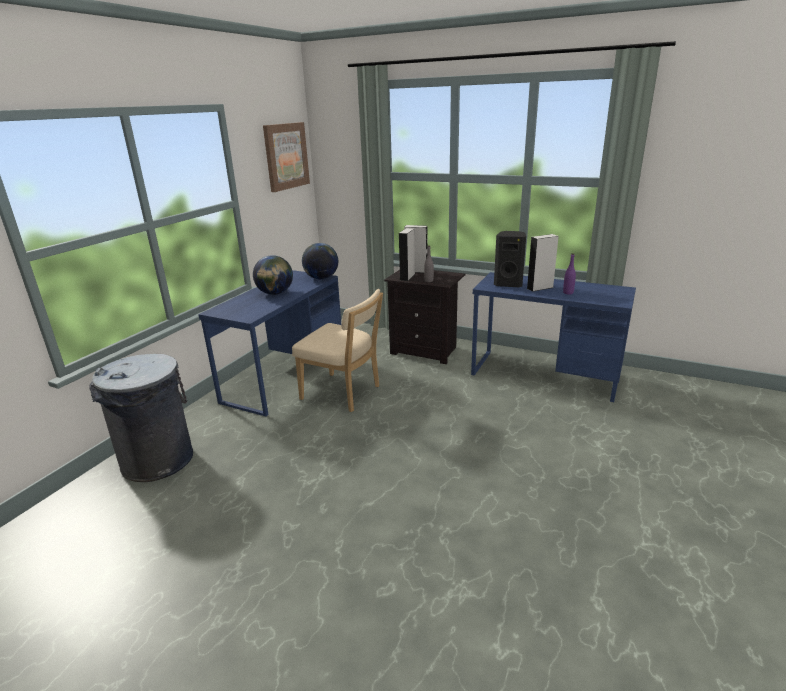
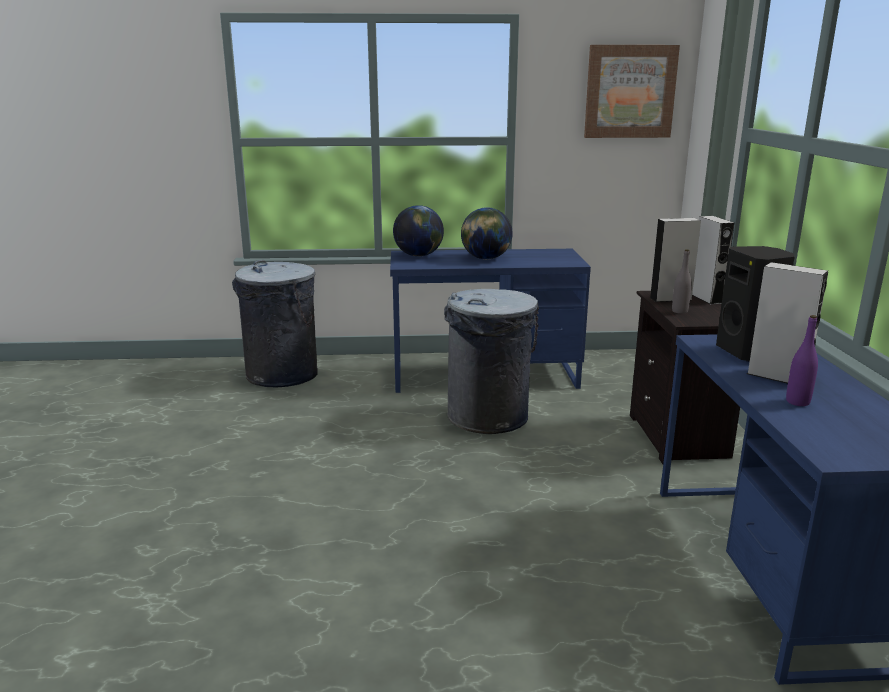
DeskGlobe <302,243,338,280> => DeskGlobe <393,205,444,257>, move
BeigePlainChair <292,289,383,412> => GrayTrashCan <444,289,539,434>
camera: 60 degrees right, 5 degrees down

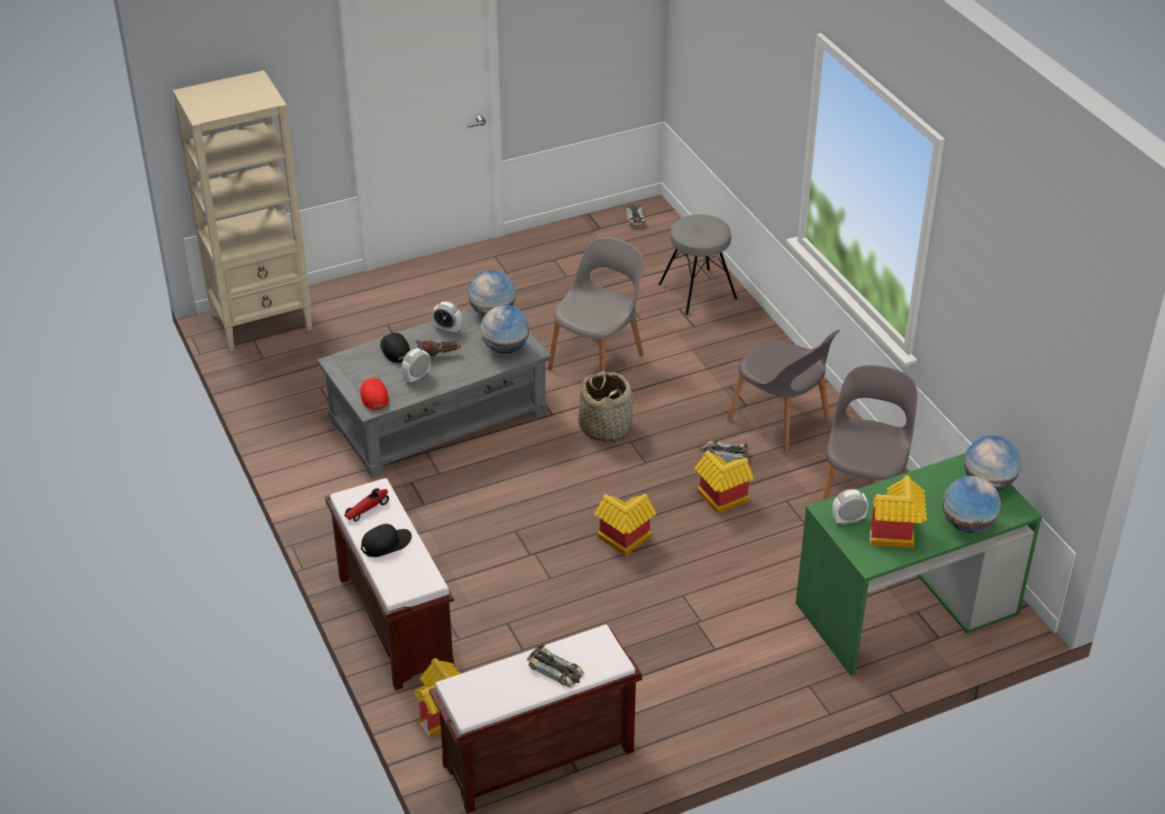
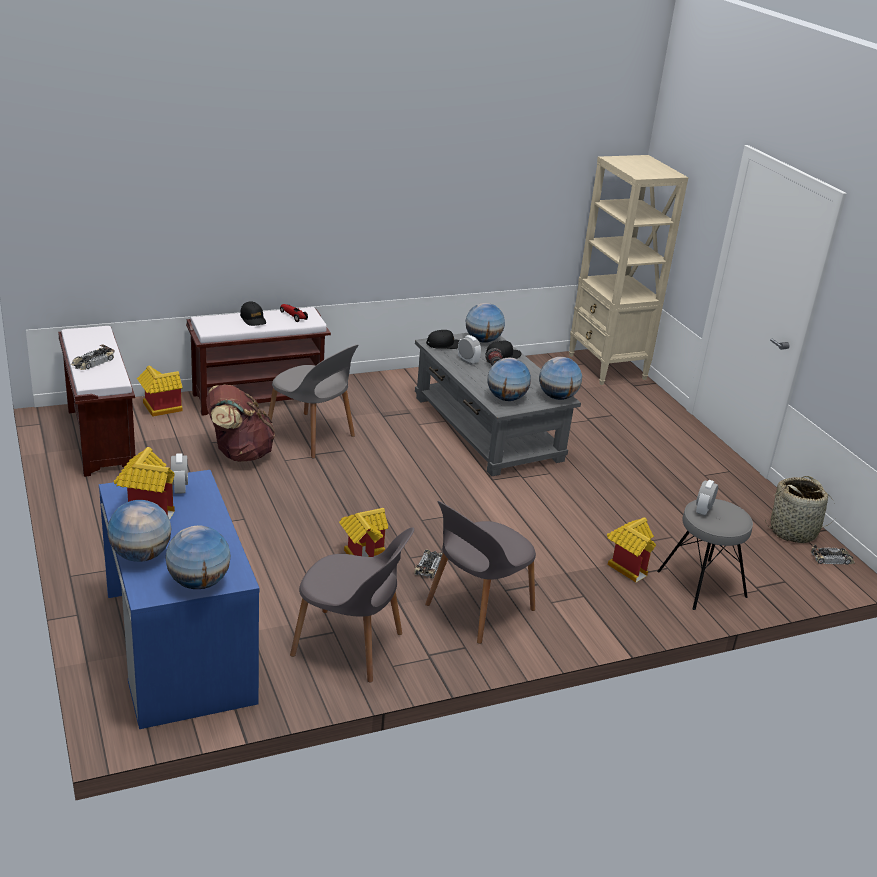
GreenishDeskUnit <796,453,1042,676> => BlueDeskUnit <99,470,260,729>
nothing => BrownColouredBackpack <206,385,275,462>
GrayPlainChair <547,237,644,371> => GrayPlainChair <268,344,359,458>, move
RedBaseballCap <360,378,389,410> => BlackishBaseballCap <426,330,459,349>
nothing => DeskGlobe <466,303,505,343>
ToyHouse <594,494,657,556> => ToyHouse <607,517,656,583>, move
AlarmClock <432,301,462,334> => AlarmClock <696,480,718,516>, move
HouseholdBasket <578,371,633,443> => HouseholdBasket <765,476,836,543>, move
camera: 90 degrees right, 10 degrees down

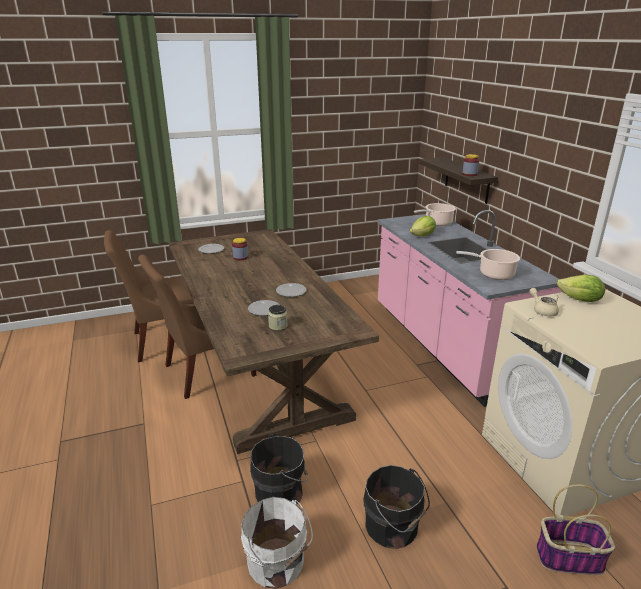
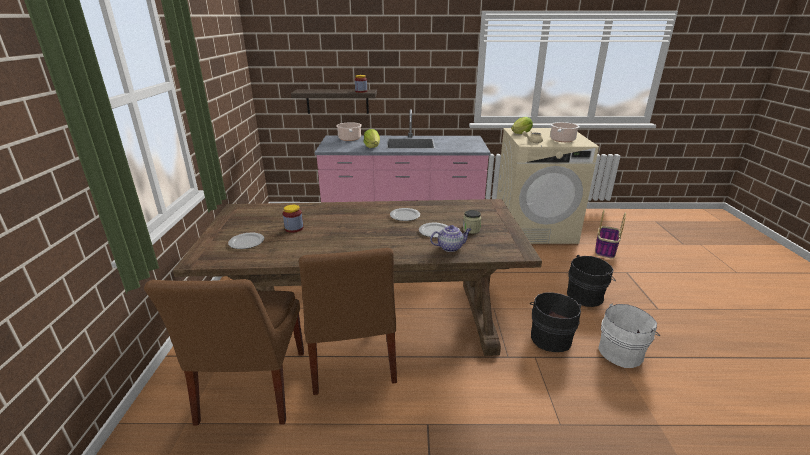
nothing => Teapot <430,225,472,252>
Saucepot <456,249,520,280> => Saucepot <550,122,580,142>, move
camera: 70 degrees left, 0 degrees up

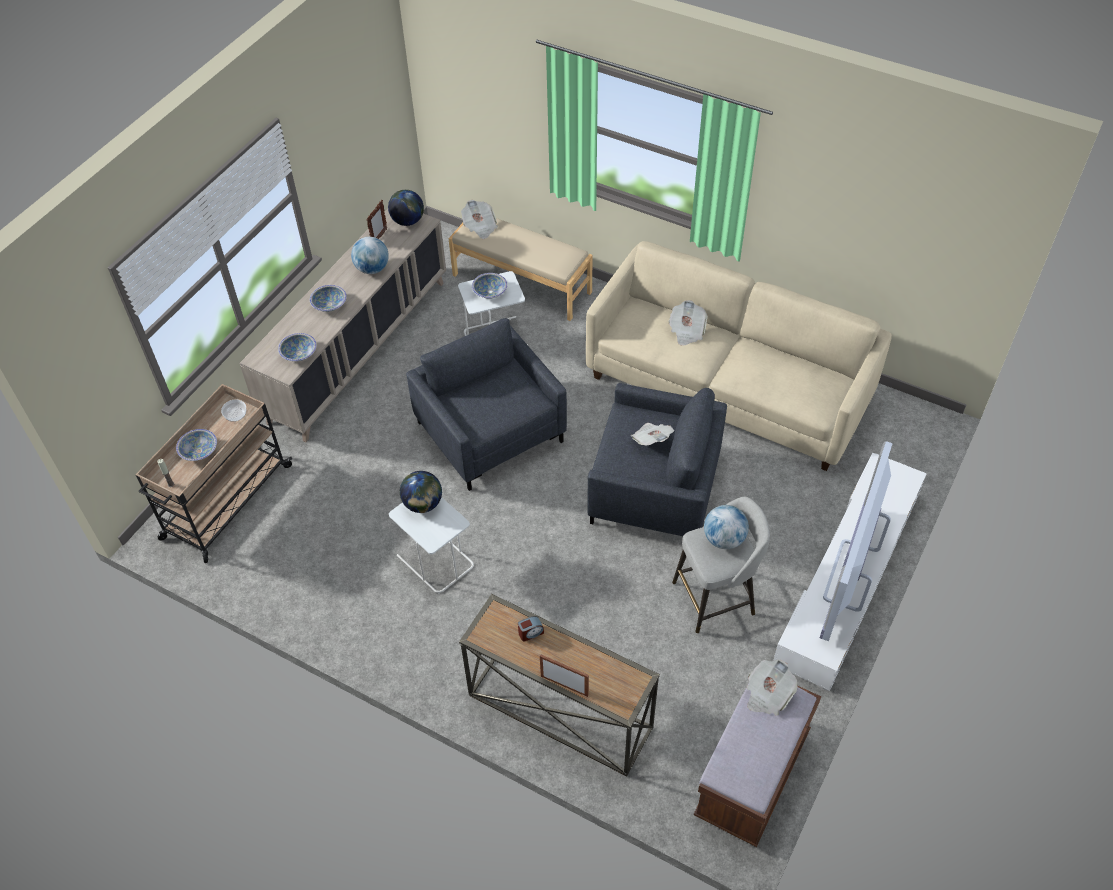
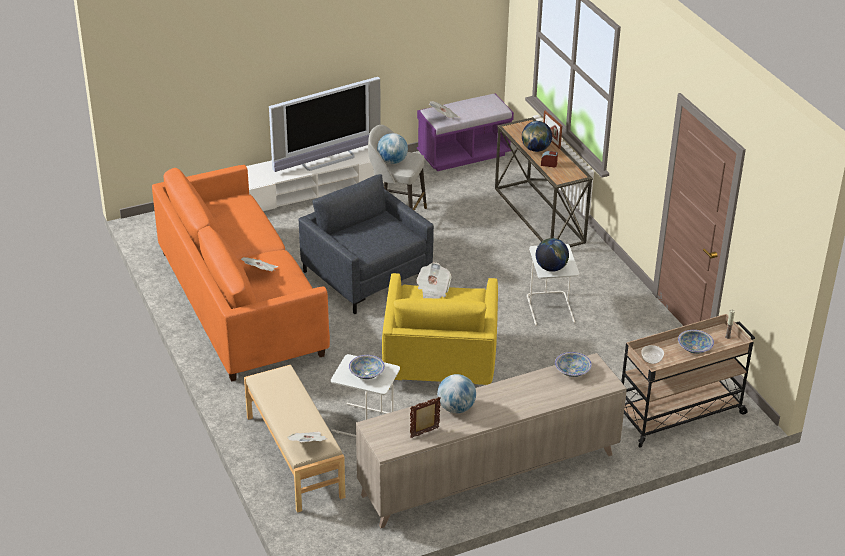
BeigeSofa <586,241,892,471> => OrangeColouredSofa <152,165,330,382>
GrayArmchair <406,318,567,491> => YellowColouredArmchair <382,273,498,385>
Newspaper <631,423,674,445> => Newspaper <416,263,452,299>, move
BrownColouredIndoorBench <694,683,821,847> => PurplishIndoorBench <417,94,514,171>
DeskGlobe <388,190,424,226> => DeskGlobe <522,121,552,152>, move
ServingBowl <310,285,347,312> => nothing
camera: 145 degrees left, 15 degrees down

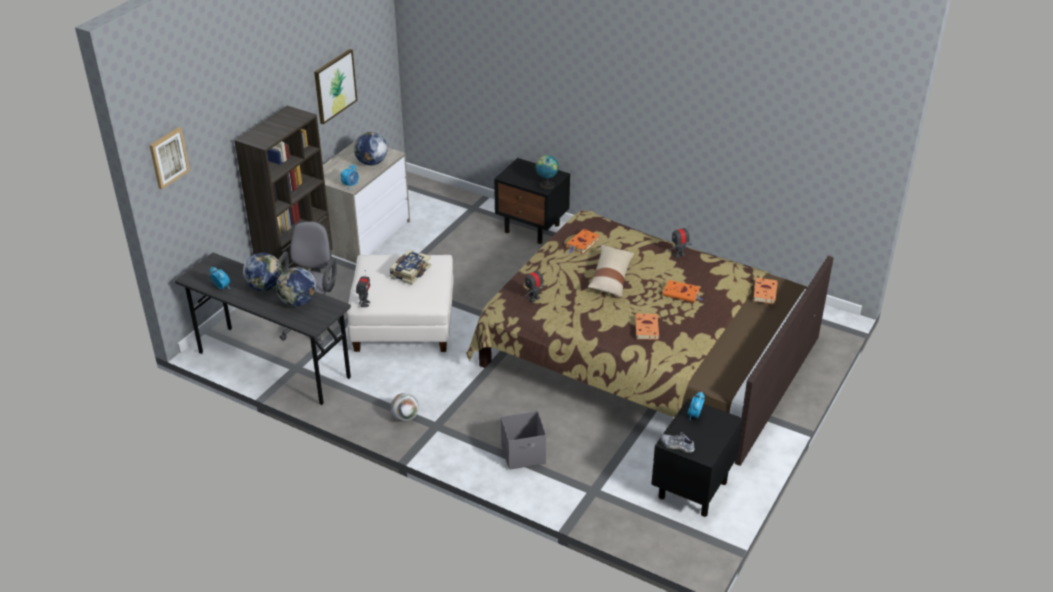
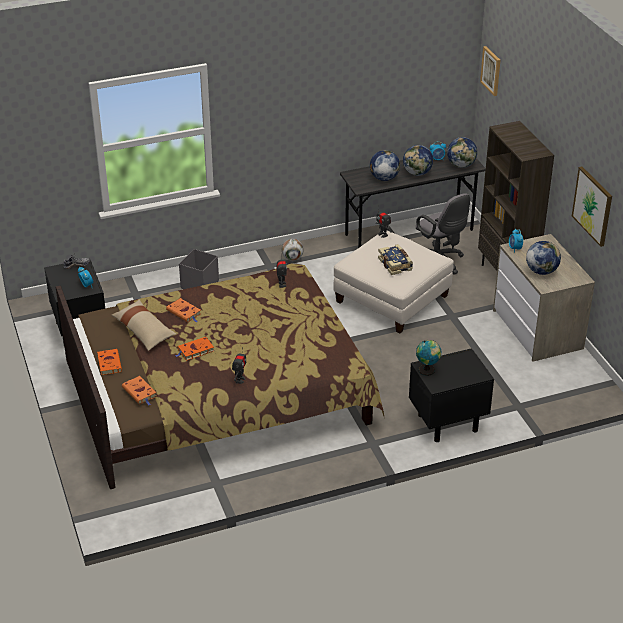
OrangeColouredBoundBook <566,229,600,254> => OrangeColouredBoundBook <97,349,122,375>, move
BeigeThrowPillow <588,245,634,297> => BeigeThrowPillow <112,300,176,351>, move
nothing => DeskGlobe <447,137,477,168>
camera: 130 degrees right, 0 degrees up

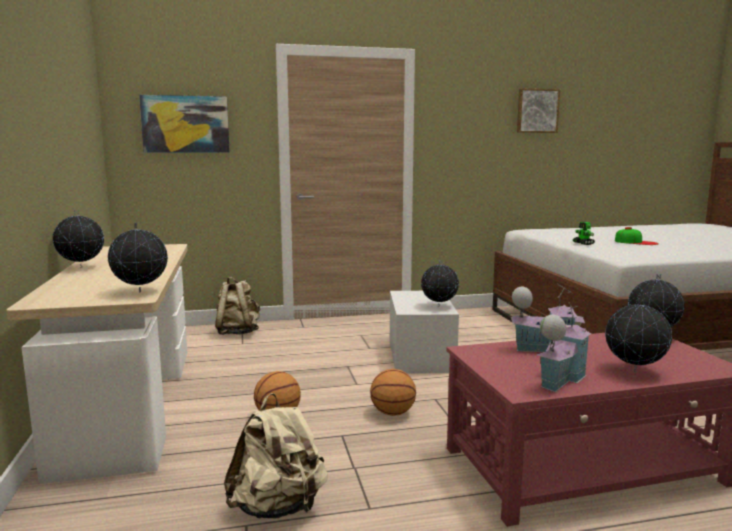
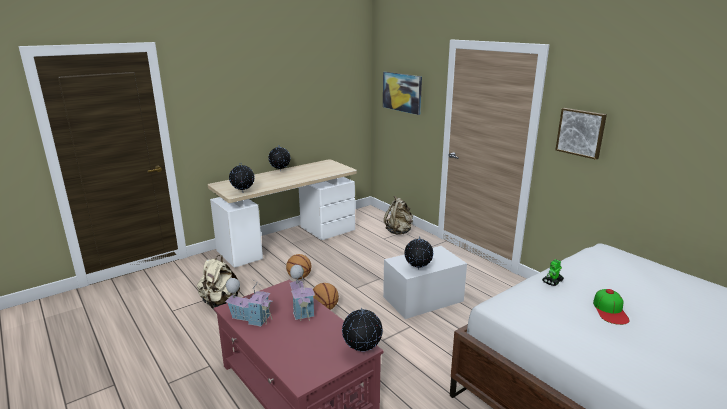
WallPicture <517,88,560,133> => WallPicture <556,108,607,160>, move
DeskGlobe <605,298,672,372> => nothing
camera: 65 degrees right, 10 degrees up

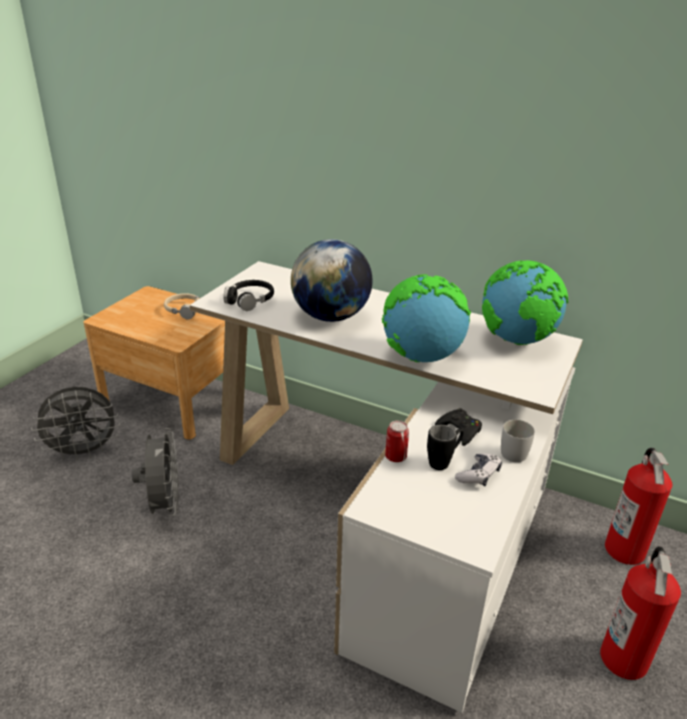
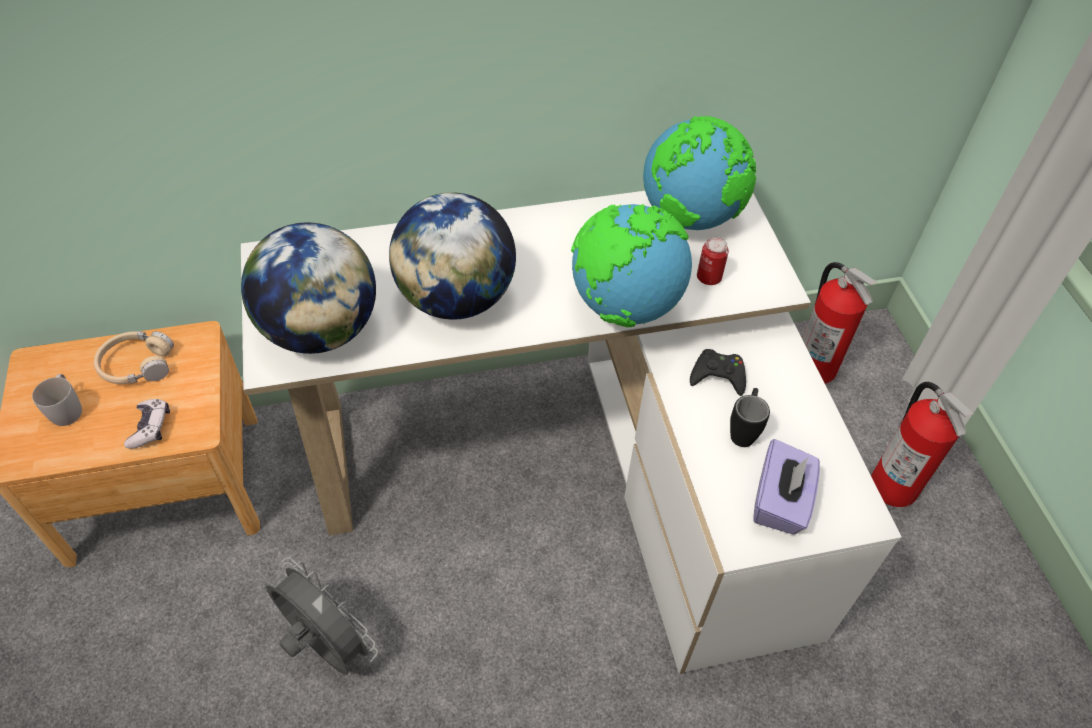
WhitishMug <501,420,535,462> => WhitishMug <32,374,82,426>, move
GameController <455,453,502,486> => GameController <124,399,170,449>, move
BlackishHeadphones <224,280,274,311> => DeskGlobe <241,223,376,354>
SealedCan <385,420,409,462> => SealedCan <697,237,729,285>, move
nothing => PurplishBoxOfTissues <753,439,820,534>
GrayFan <31,387,120,460> => nothing
camera: 40 degrees left, 20 degrees up

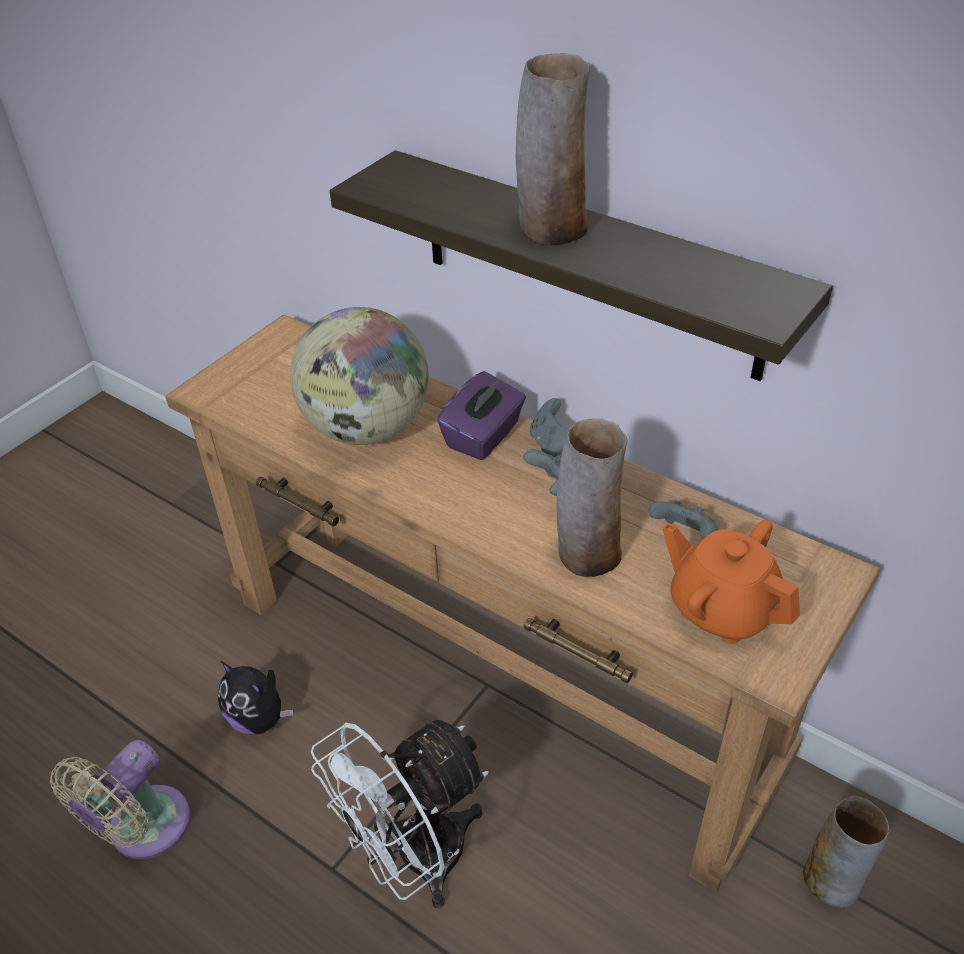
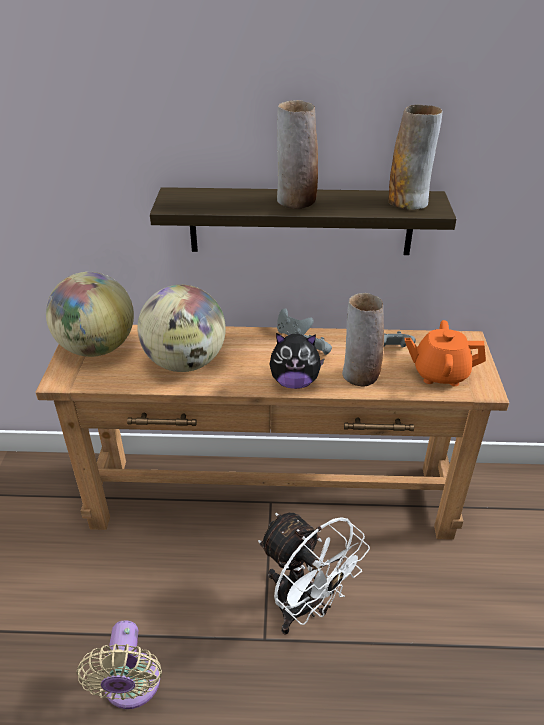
nothing => DeskGlobe <46,272,134,357>
WhitishFan <311,720,489,908> => WhitishFan <258,513,370,635>, 60 degrees counterclockwise
CuddlyToy <218,661,293,735> => CuddlyToy <269,333,325,389>, move
FlowerVase <803,796,889,908> => FlowerVase <389,104,443,210>, move
PurplishBoxOfTissues <437,371,526,460> => nothing
camera: 35 degrees left, 5 degrees down

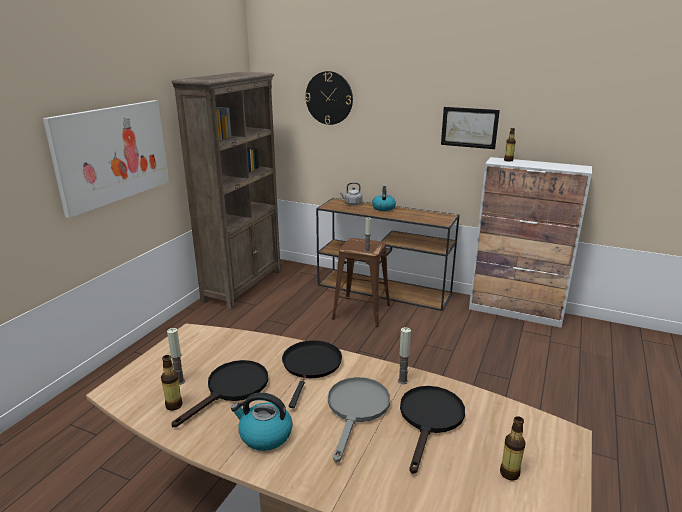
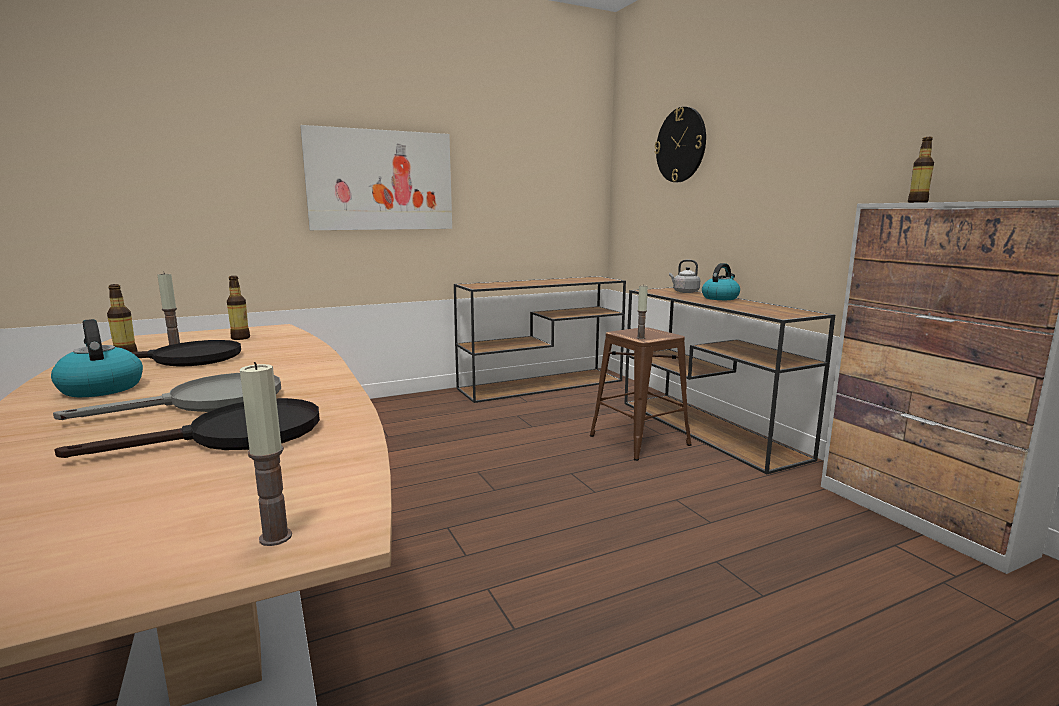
Bottle <500,416,525,480> => Bottle <227,276,250,340>, move
Candle <398,327,411,384> => Candle <240,362,292,546>, move
BrownColouredBookshelf <171,72,281,310> => BrownColouredNarrowTable <454,276,626,403>
BlackishSkillet <282,340,342,408> => nothing
WallPicture <441,107,500,149> => nothing
camera: 40 degrees right, 10 degrees down

